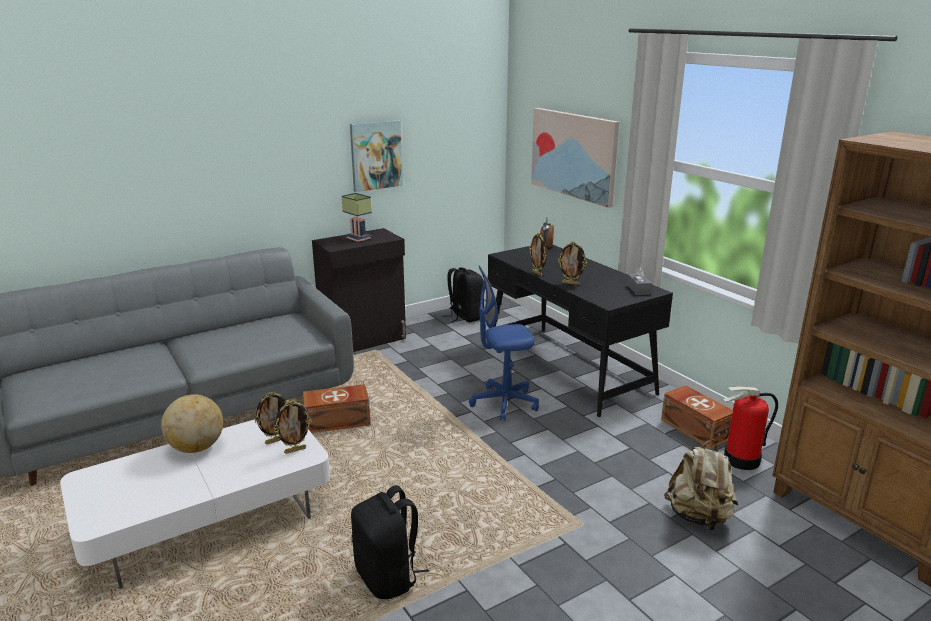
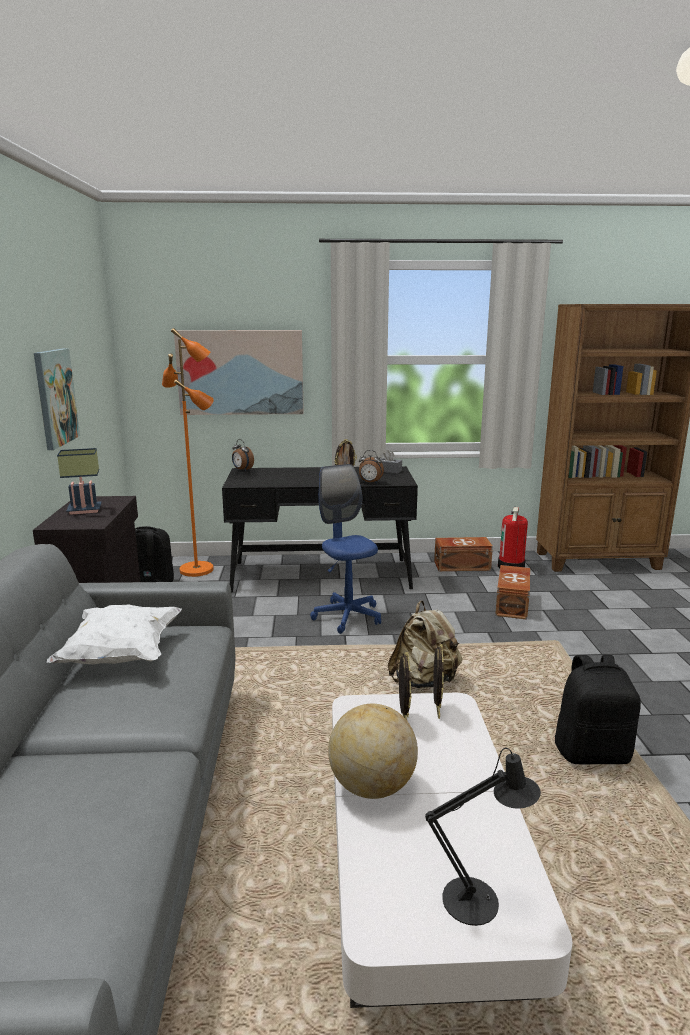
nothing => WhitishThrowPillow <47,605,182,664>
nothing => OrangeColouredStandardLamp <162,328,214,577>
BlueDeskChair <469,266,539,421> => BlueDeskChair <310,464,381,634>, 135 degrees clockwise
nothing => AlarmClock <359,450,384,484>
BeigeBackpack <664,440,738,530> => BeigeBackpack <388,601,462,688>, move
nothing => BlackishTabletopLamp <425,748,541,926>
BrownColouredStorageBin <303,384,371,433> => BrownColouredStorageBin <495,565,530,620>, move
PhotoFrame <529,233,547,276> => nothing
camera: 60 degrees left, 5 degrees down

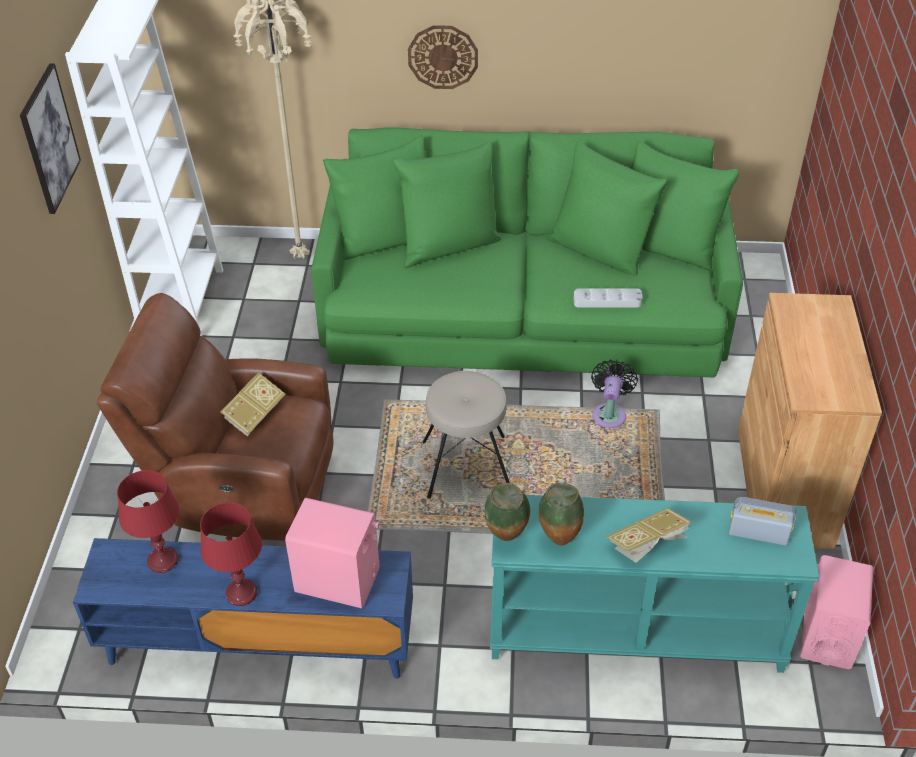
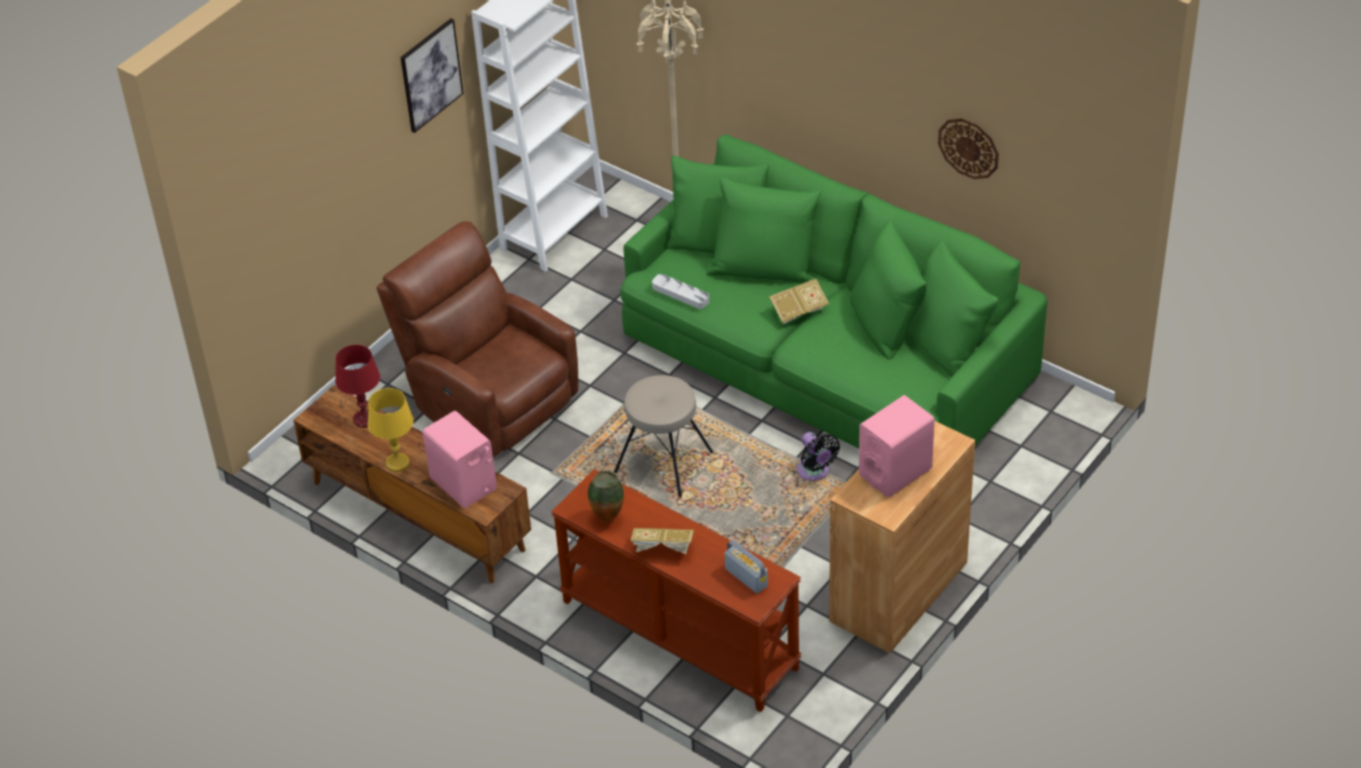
BlueTvStand <73,538,413,679> => BrownColouredTvStand <293,385,531,583>
RedTabletopLamp <200,502,262,606> => YellowColouredTabletopLamp <368,388,414,472>
BlueGreenNarrowTable <490,495,819,673> => BrownColouredNarrowTable <551,469,801,712>
GrayTray <573,288,643,308> => GrayTray <652,274,710,309>, move
BoundBook <221,372,285,436> => BoundBook <769,279,829,324>, move
BlackishFan <591,359,638,428> => BlackishFan <797,432,840,481>, 105 degrees clockwise
PinkColouredAudioSpeaker <800,555,873,669> => PinkColouredAudioSpeaker <859,395,935,498>, move
ClockOnTheWall <408,25,478,89> => ClockOnTheWall <938,118,999,179>, move
FlowerVase <485,483,530,541> => nothing
camera: 35 degrees right, 0 degrees up

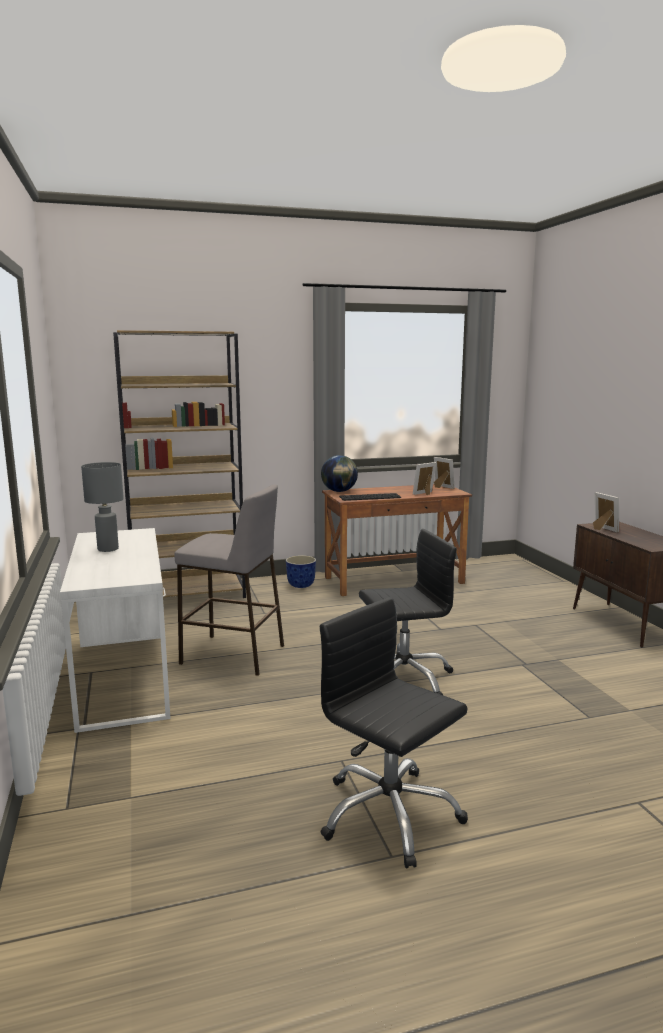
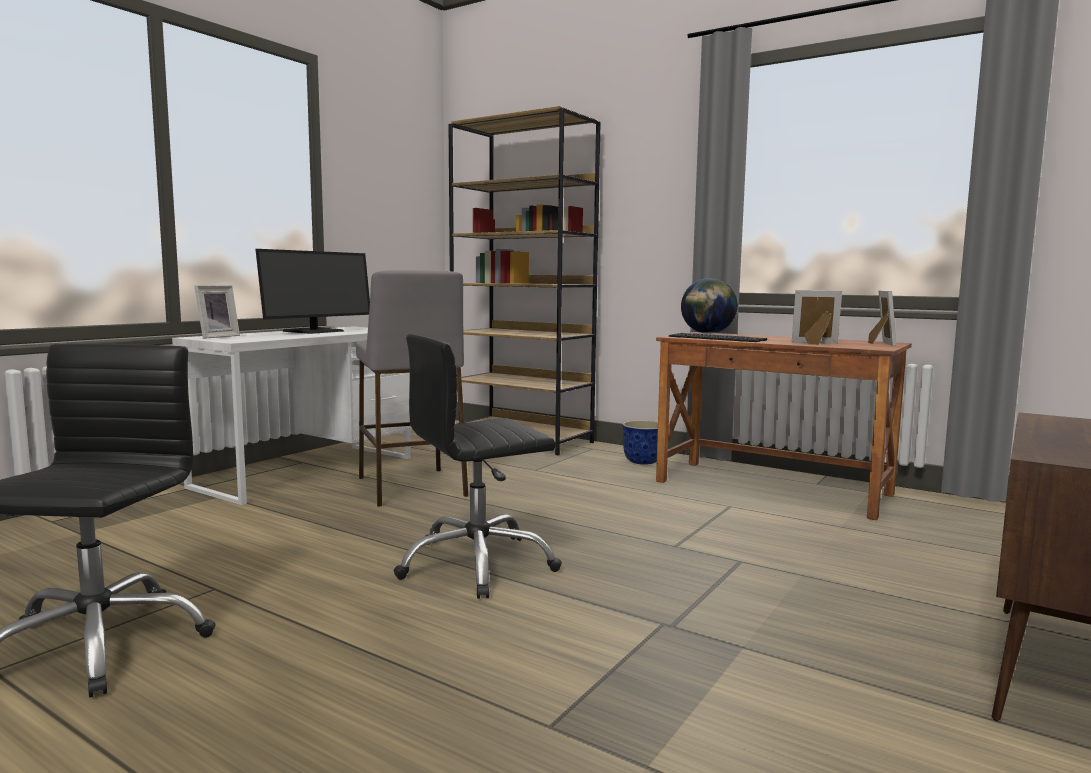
PhotoFrame <593,492,619,532> => PhotoFrame <194,285,240,339>, move
GrayTabletopLamp <81,462,124,552> => ComputerDisplay <255,249,370,334>
BlackishDeskChair <359,529,457,695> => BlackishDeskChair <393,334,562,599>, 120 degrees clockwise
camera: 50 degrees right, 5 degrees down

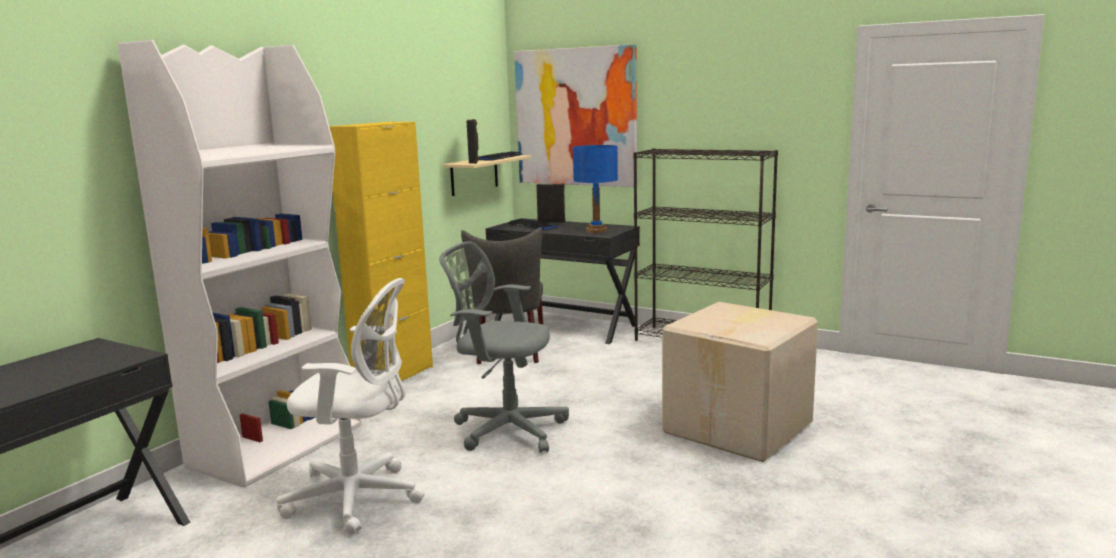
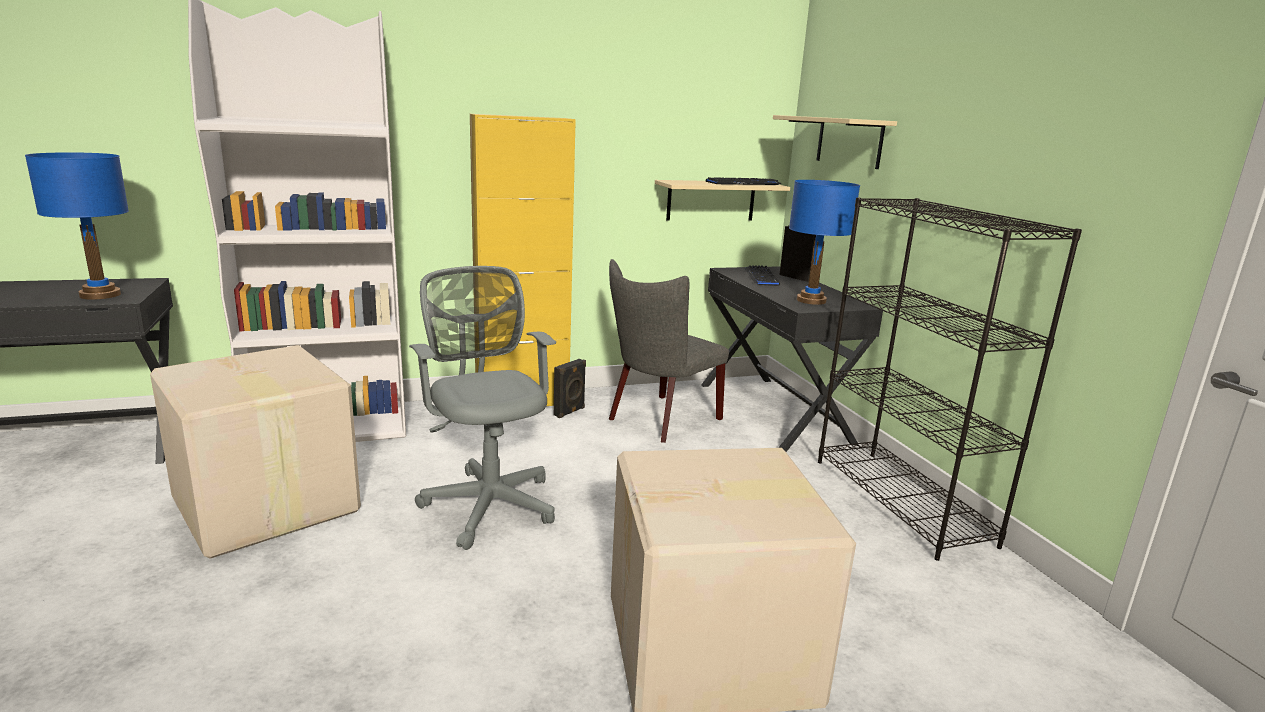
nothing => BlueTabletopLamp <25,152,129,300>
WhitishDeskChair <276,278,425,535> => CardboardBox <150,345,361,559>
BlackishAudioSpeaker <467,119,479,164> => BlackishAudioSpeaker <554,359,586,418>, move
WallPicture <514,44,637,187> => BeigeWallShelf <773,115,897,169>
camera: 40 degrees right, 5 degrees up

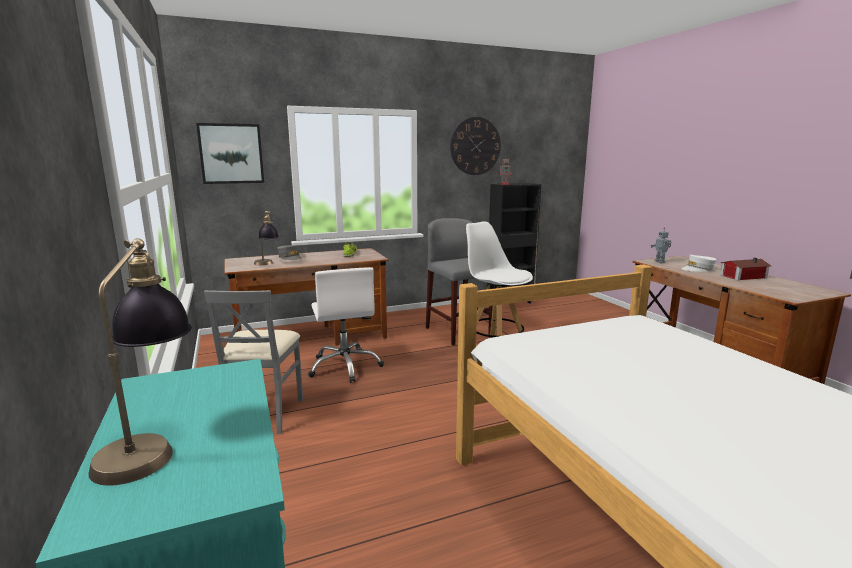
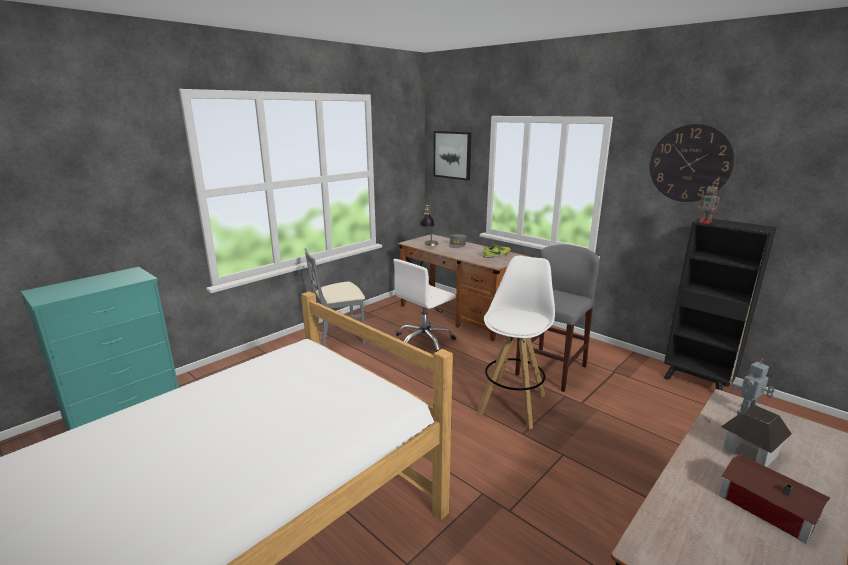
WhitishBaseballCap <681,255,717,272> => ToyHouse <721,404,792,467>
TabletopLamp <88,238,192,486> => nothing
camera: 65 degrees right, 5 degrees up

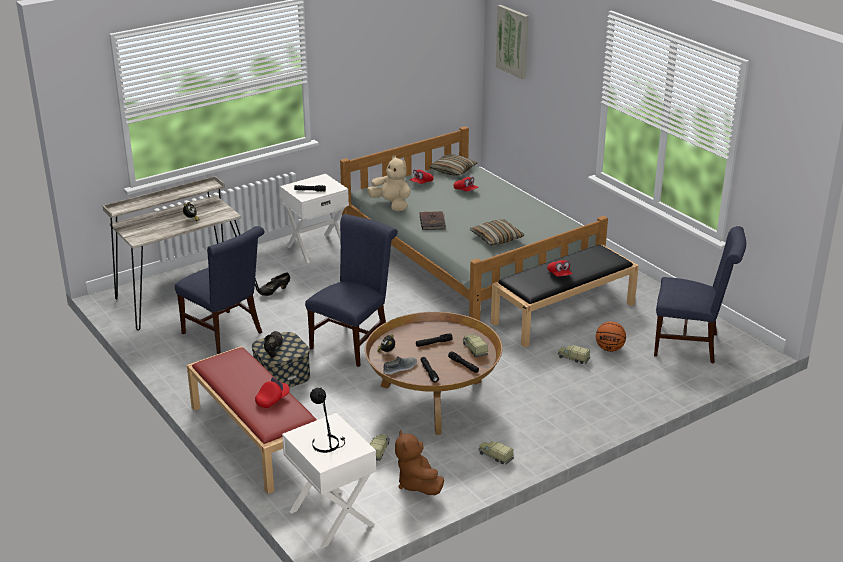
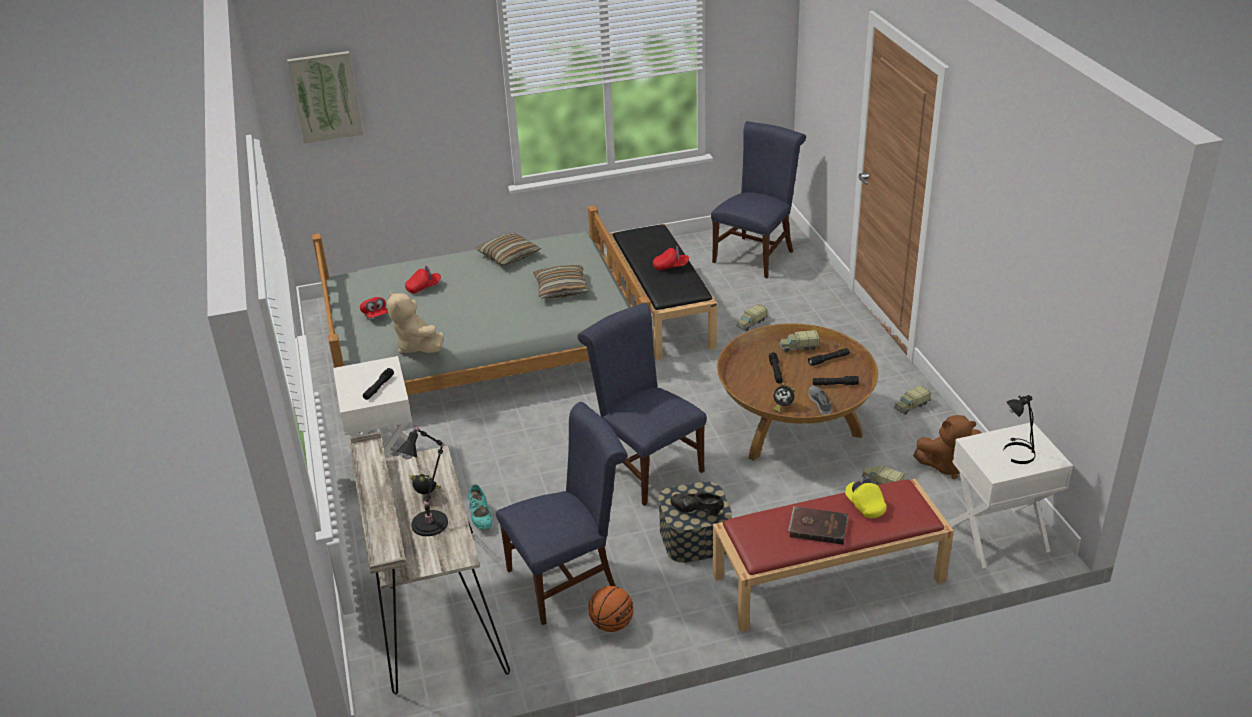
BeigeCuddlyToy <367,155,411,211> => BeigeCuddlyToy <387,291,444,353>, 90 degrees counterclockwise
nothing => BlackishTabletopLamp <397,425,448,536>
BlackishLowShoe <258,272,290,296> => BlueGreenLowShoe <468,484,492,530>
ThrowPillow <430,154,477,176> => ThrowPillow <476,233,541,266>, move
BallForBasketball <596,321,626,352> => BallForBasketball <588,586,634,632>, move
BrownColouredBoundBook <420,211,446,230> => BrownColouredBoundBook <788,506,849,545>, move
RedBaseballCap <255,377,290,408> => YellowColouredBaseballCap <845,477,887,518>
camera: 70 degrees left, 5 degrees up

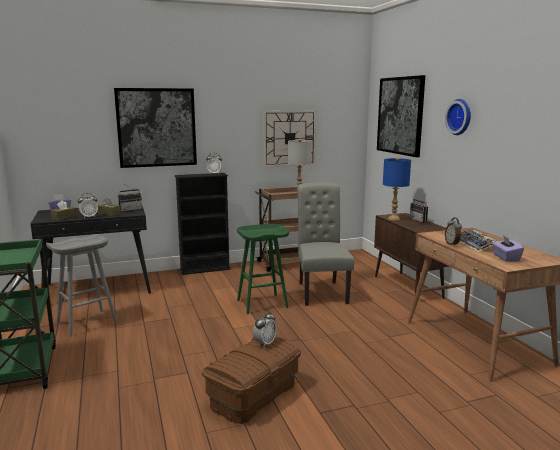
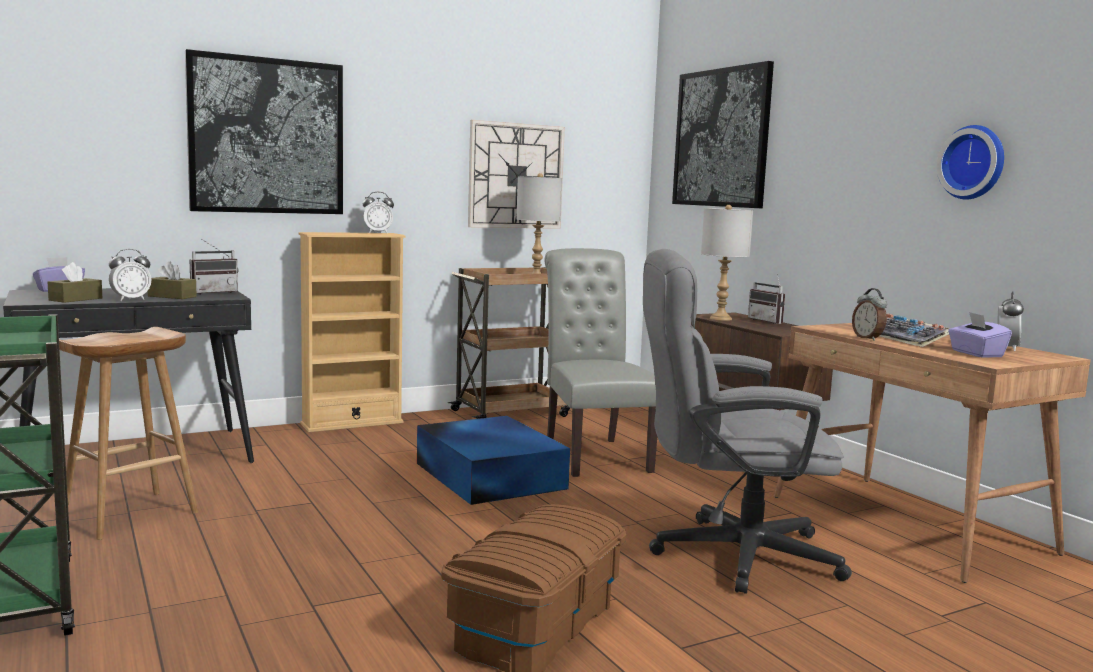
GraySittingStool <46,234,118,337> => BrownColouredSittingStool <59,327,198,540>
BlackishBookshelf <175,173,231,275> => BeigeBookshelf <299,232,405,432>
GreenishSittingStool <237,224,289,314> => BlueStorageBin <417,416,570,505>
nothing => GrayDeskChair <643,249,852,594>
BlueTabletopLamp <383,157,411,220> => GrayTabletopLamp <701,205,753,321>
ClockOnTheWall <445,99,471,135> => ClockOnTheWall <937,125,1004,200>, move
AlarmClock <253,310,277,347> => AlarmClock <997,291,1024,351>, move
camera: 10 degrees left, 5 degrees down

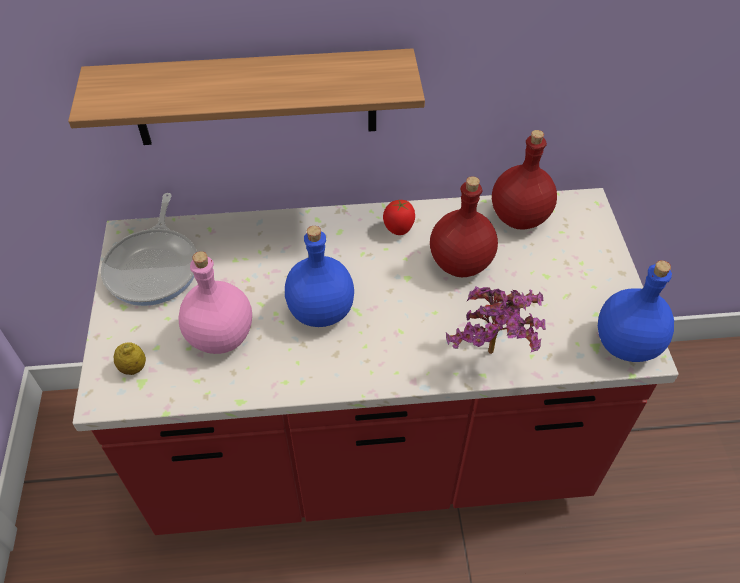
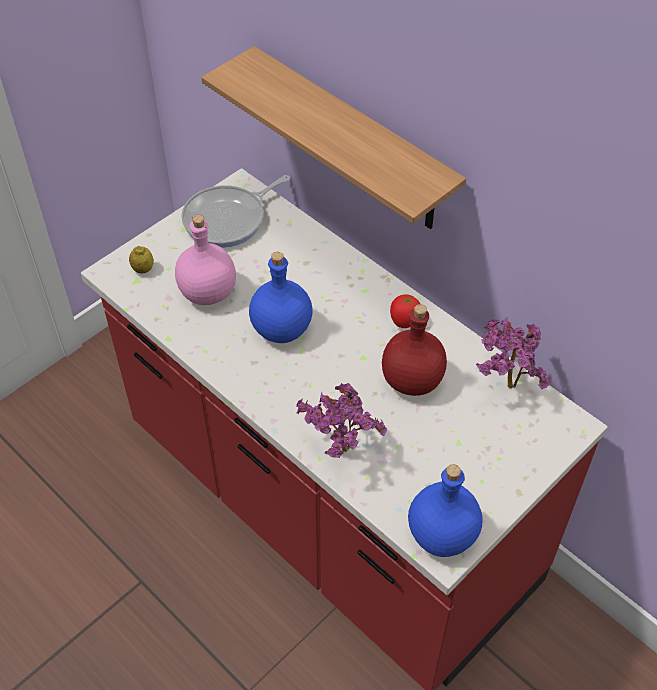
RedBottle <492,130,557,229> => PlantInAPot <476,317,550,389>
camera: 50 degrees right, 0 degrees up

